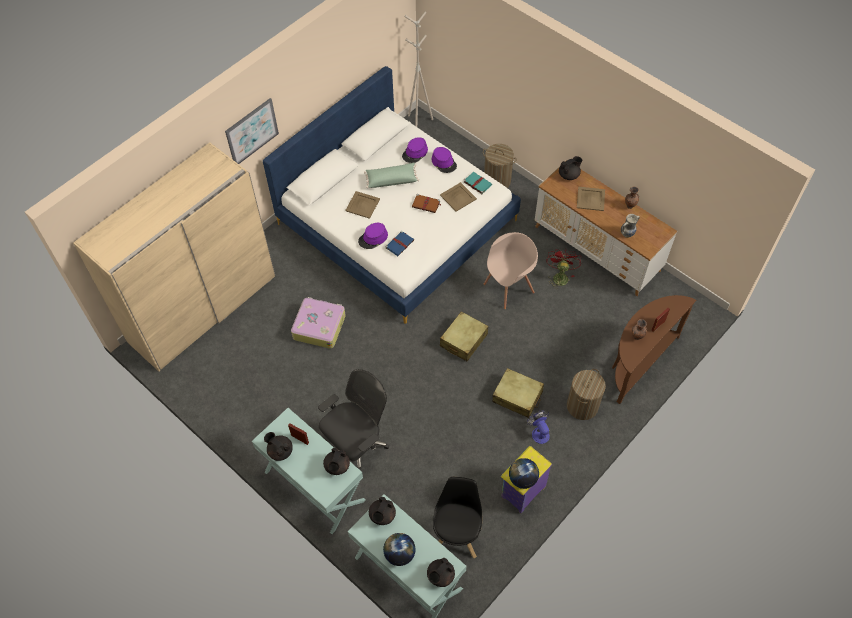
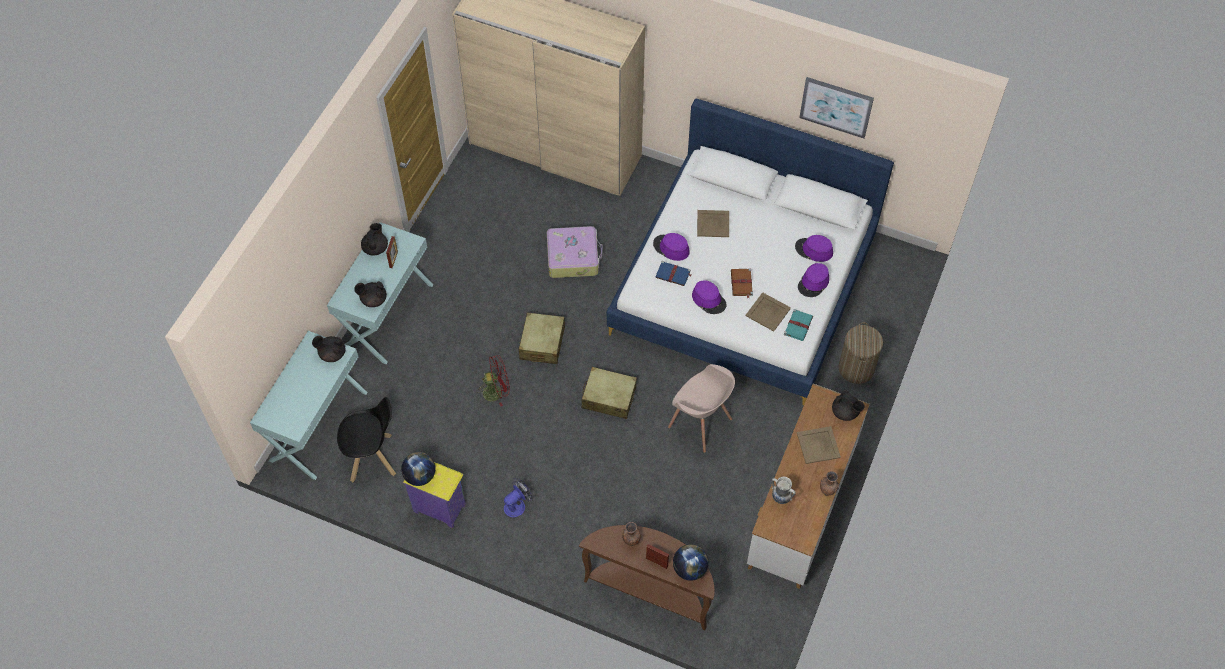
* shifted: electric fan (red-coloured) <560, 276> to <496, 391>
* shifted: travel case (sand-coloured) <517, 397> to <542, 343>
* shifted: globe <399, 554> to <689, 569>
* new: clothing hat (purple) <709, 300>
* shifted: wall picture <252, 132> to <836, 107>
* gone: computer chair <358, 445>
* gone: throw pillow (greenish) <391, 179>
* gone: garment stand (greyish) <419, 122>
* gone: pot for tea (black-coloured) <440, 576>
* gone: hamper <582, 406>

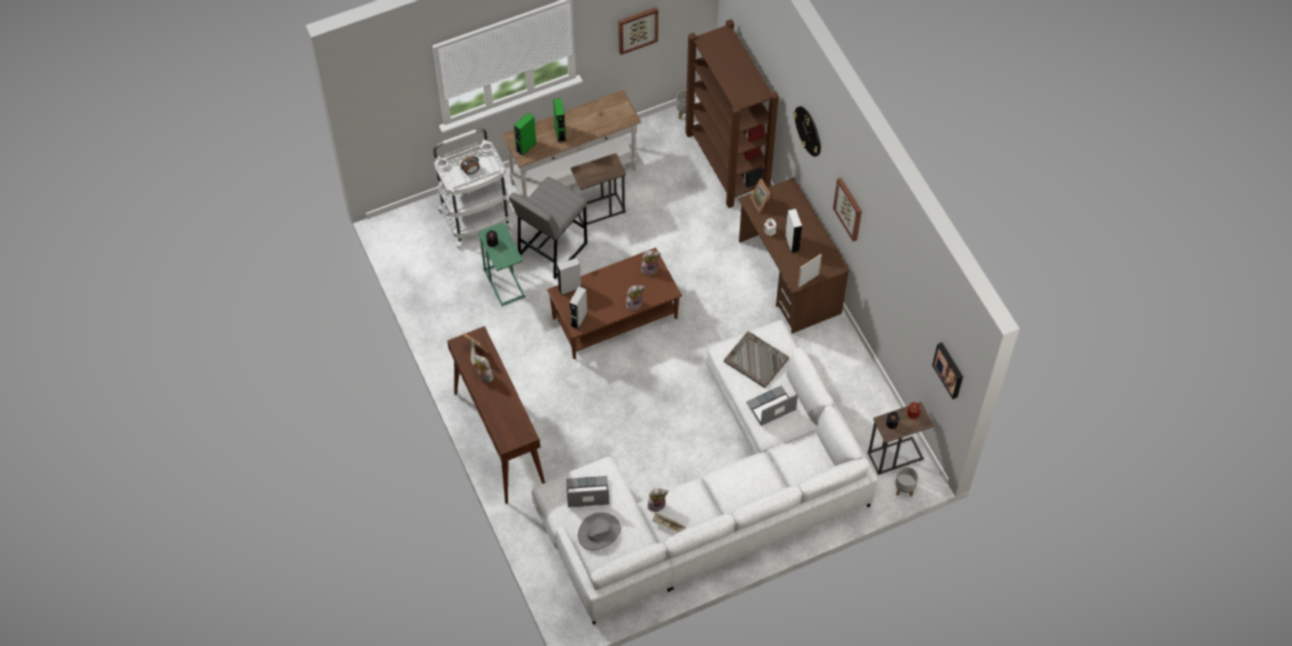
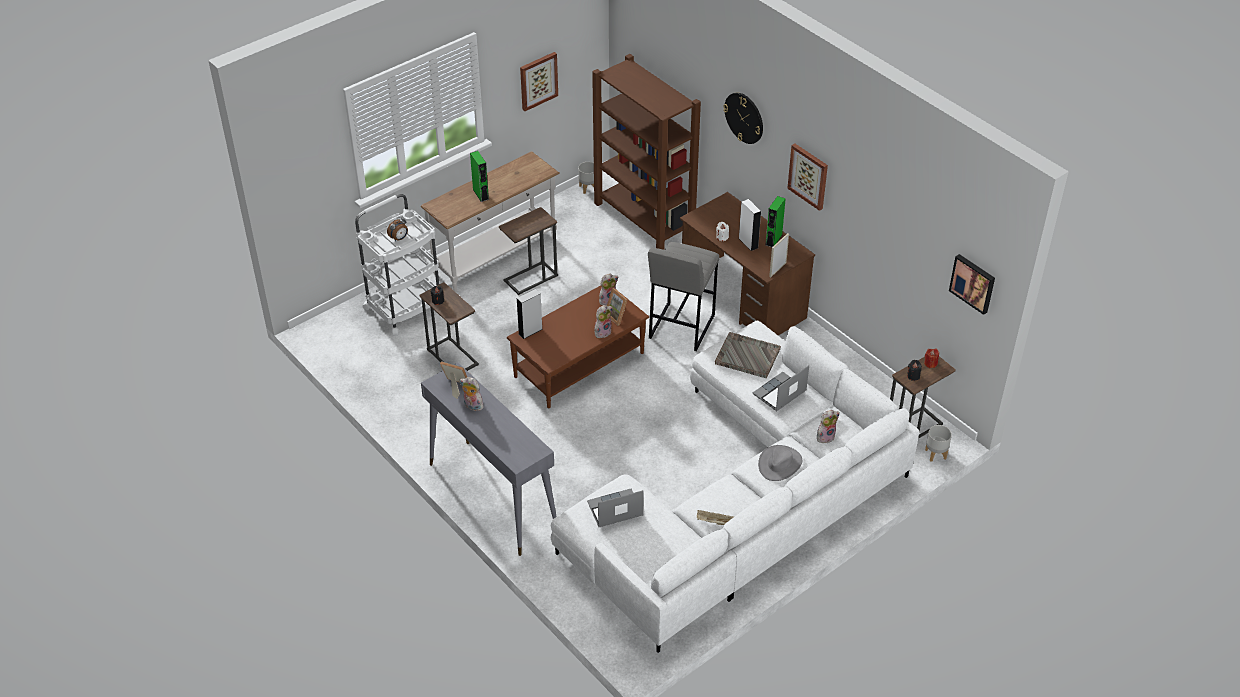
* repainted: accent table (greenish) <503, 283> to accent table (brown-coloured) <452, 357>
* repainted: console table (brown-coloured) <499, 439> to console table (greyish) <492, 496>
* shifted: photo frame <762, 202> to <618, 316>
* shifted: stool (greyish) <551, 250> to <681, 328>
* shifted: clothing hat (greyish) <599, 532> to <779, 463>
* shifted: loudspeaker (greenish) <526, 147> to <773, 240>
* shifted: plush toy <656, 504> to <825, 436>
* gone: loudspeaker (greyish) <579, 319>

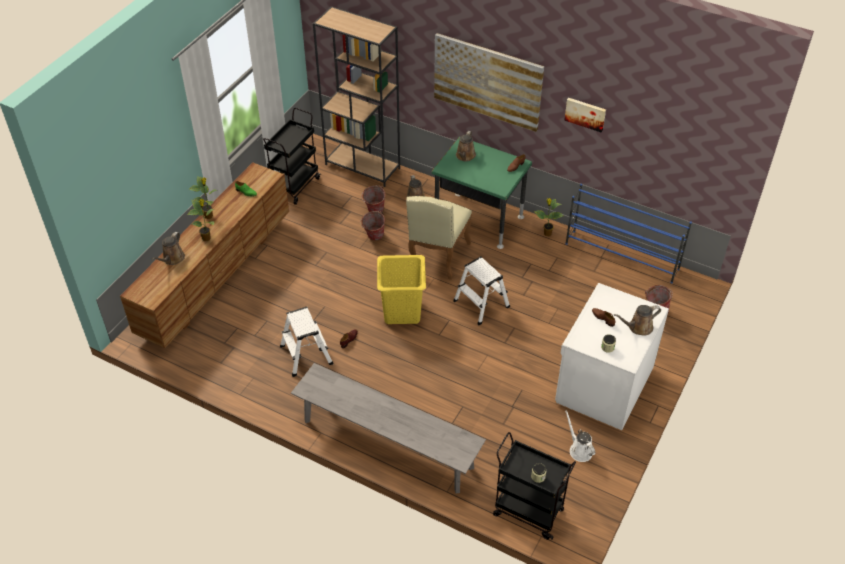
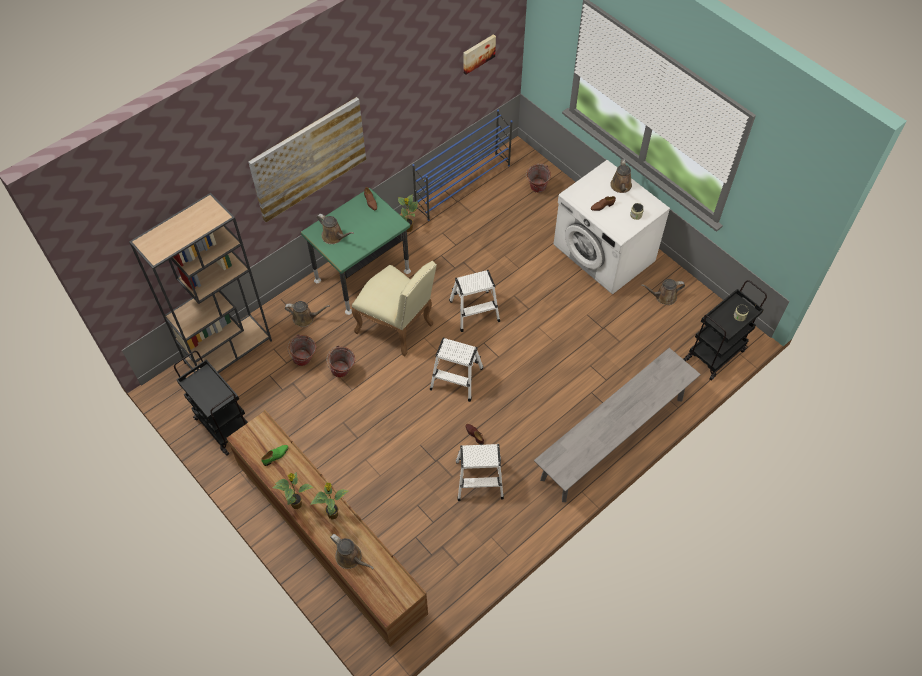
* swapped: hamper (yellowish) <402, 311> to step ladder (white) <457, 378>
* shifted: wall picture <585, 114> to <478, 53>
* repainted: sprinkling can (white) <579, 450> to sprinkling can (brown-coloured) <663, 297>

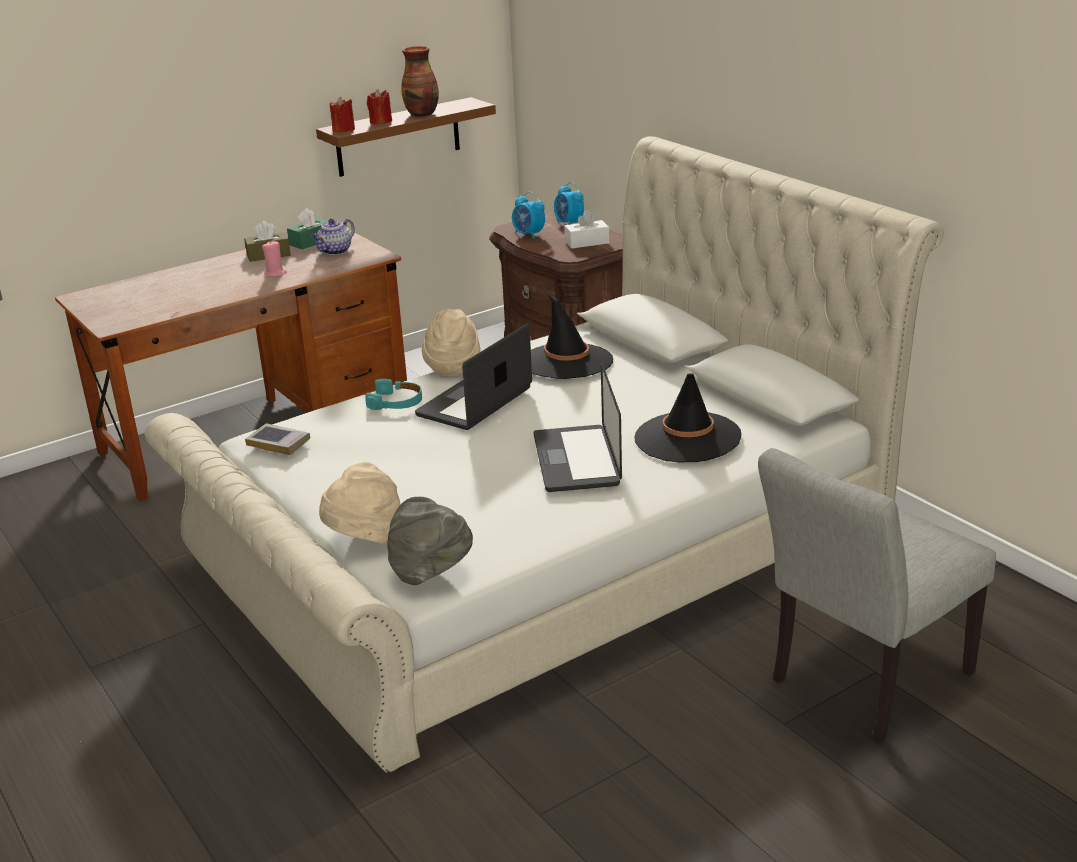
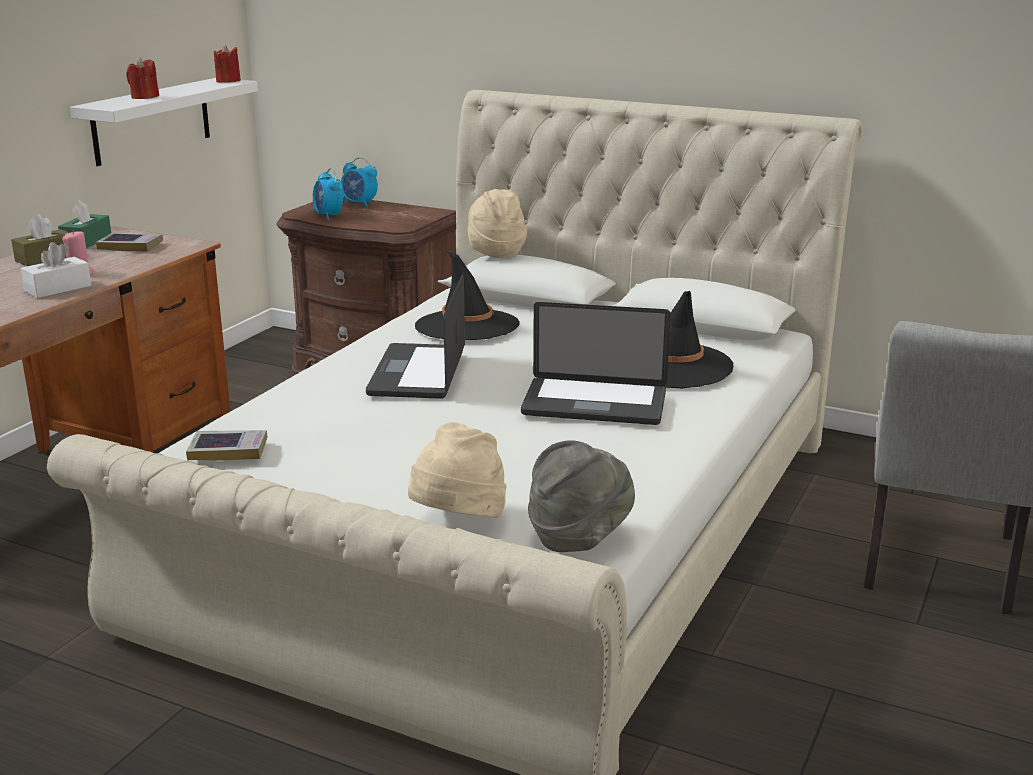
* shifted: box of tissues (white) <587, 242> to <58, 288>
* repainted: shelf (brown-coloured) <398, 137> to shelf (white) <151, 121>
* swapped: pot for tea <335, 251> to book <130, 246>
* shifted: wax candle (red-coloured) <343, 130> to <228, 81>
* rotated: alarm clock <529, 235> = <328, 216> 45 degrees clockwise
* shifted: clothing hat (sand-coloured) <453, 366> to <495, 252>
* rotated: portable computer <576, 460> = <594, 404> 45 degrees counterclockwise
* gone: headset (blue-green) <396, 402>
* gone: decorative vase <422, 114>

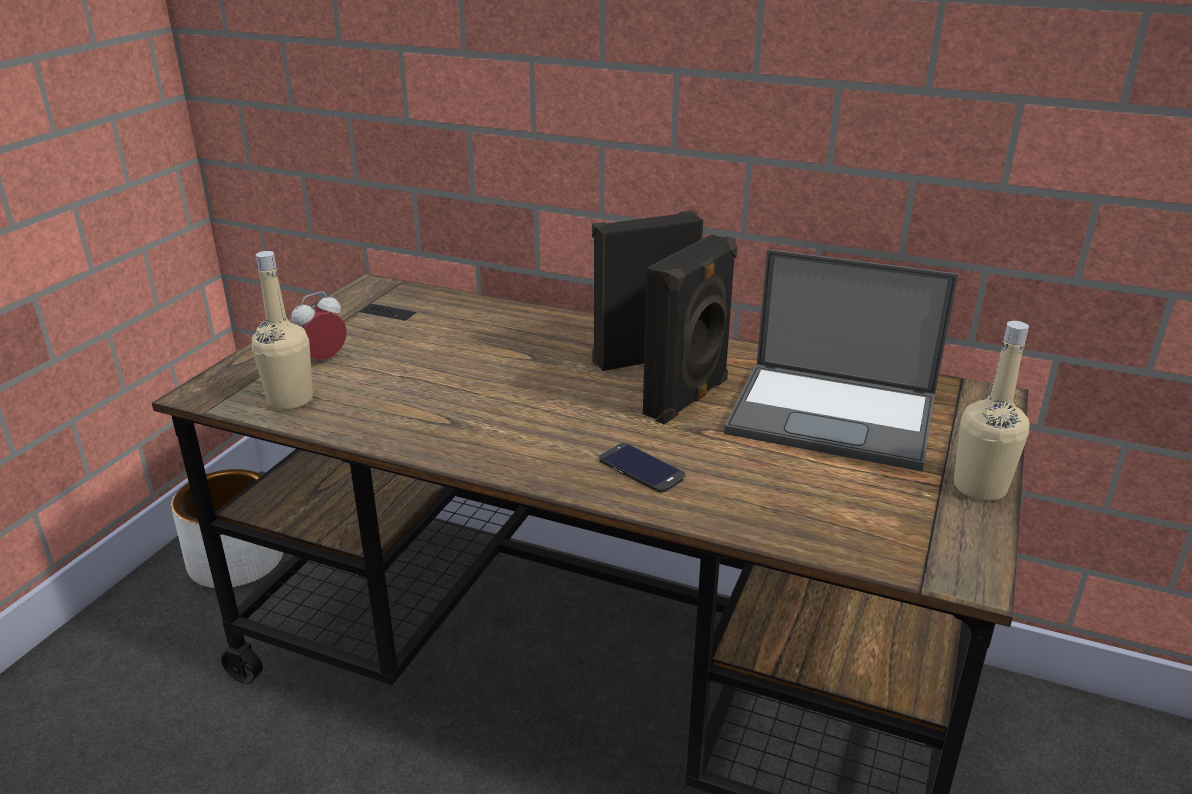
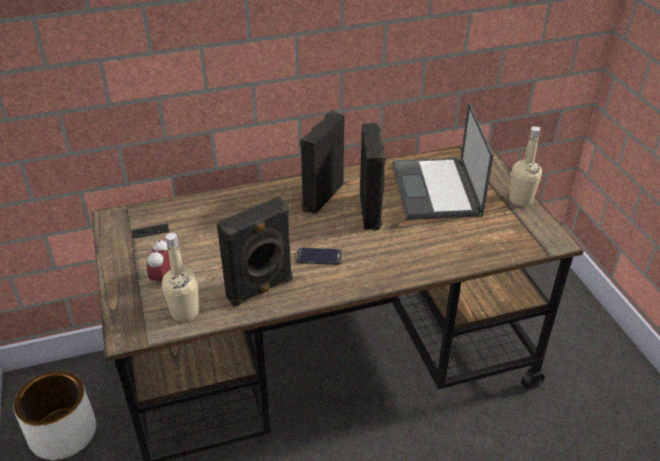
* new: loudspeaker (black-coloured) <261, 289>
* shifted: phone <641, 468> to <319, 256>
* rotated: portable computer <835, 415> = <436, 190> 105 degrees clockwise

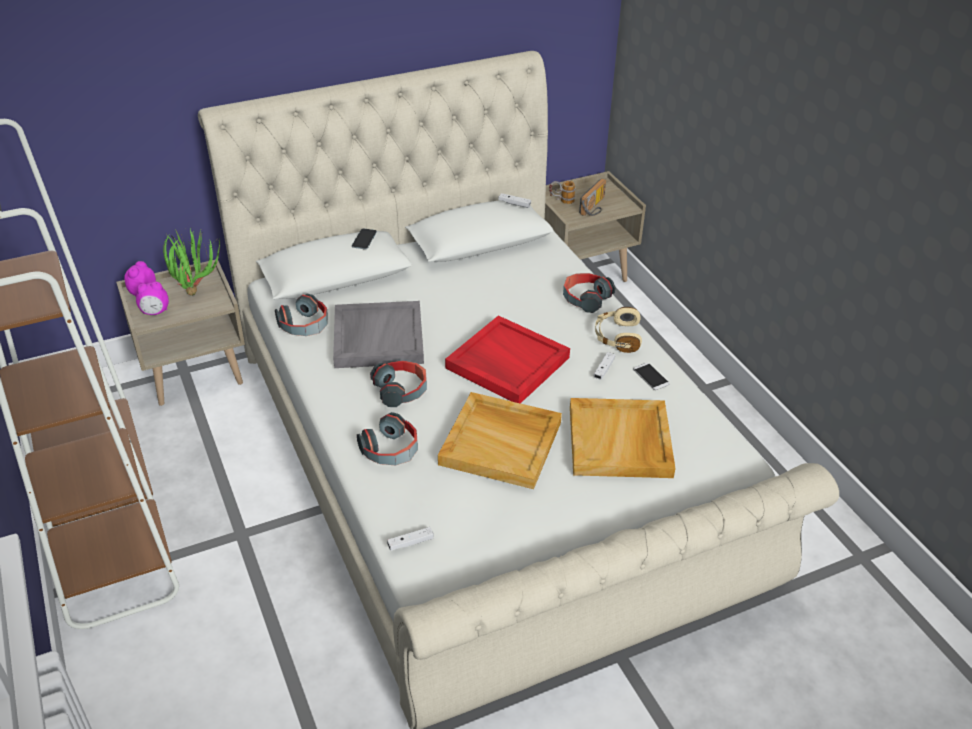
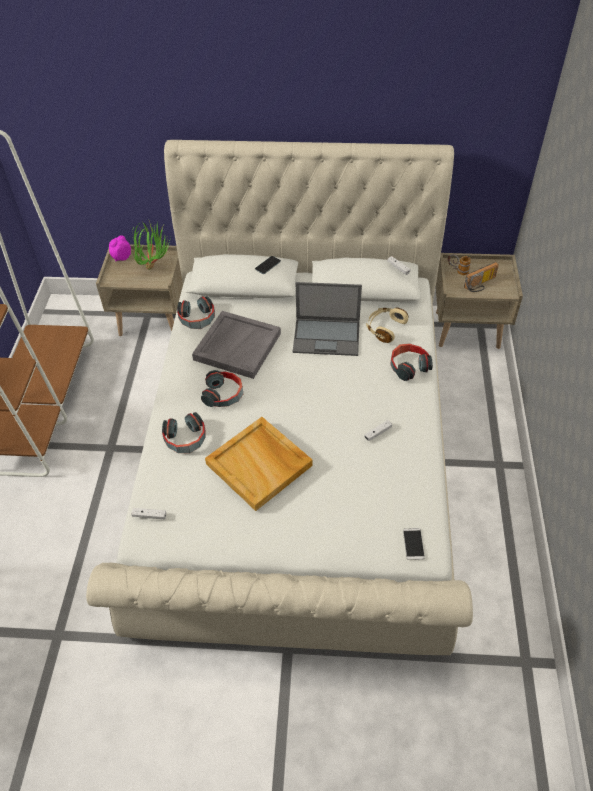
* new: portable computer <327, 336>
* shifted: headset (sand-coloured) <617, 337> to <385, 328>
* shifted: phone <651, 377> to <413, 544>
* gone: alarm clock <155, 312>
* gone: serving tray (red-coloured) <506, 363>
* gone: serving tray (sand-coloured) <620, 442>

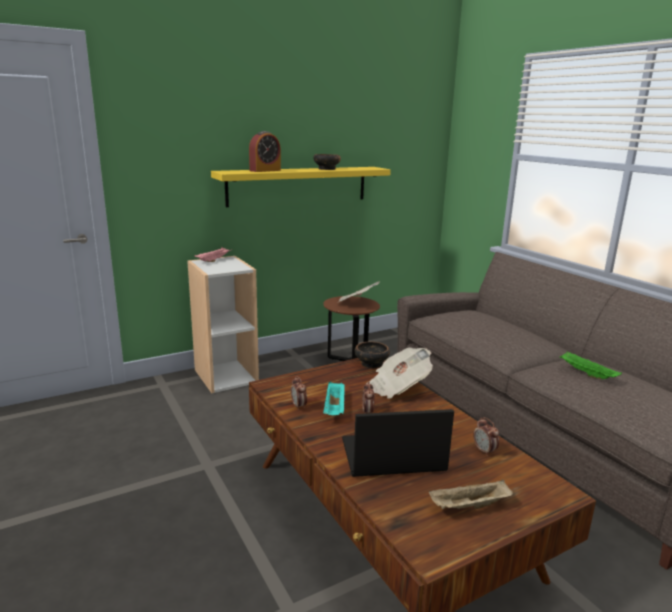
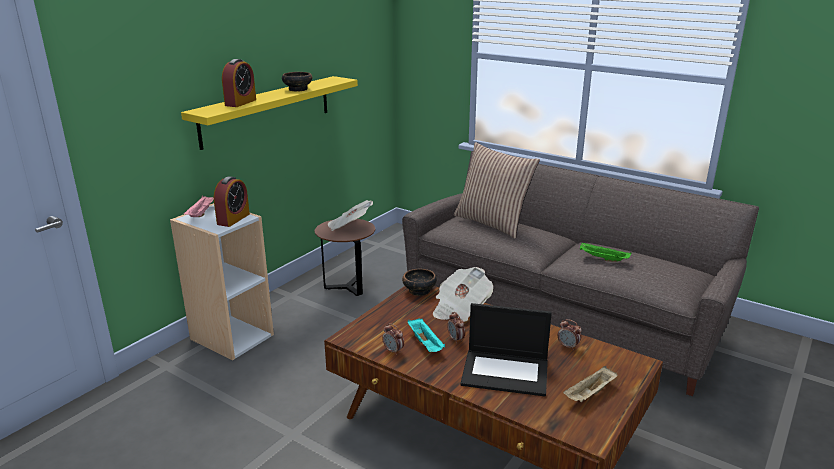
* new: alarm clock <233, 219>
* new: throw pillow <492, 223>
* rotated: portable computer <392, 456> = <506, 372> 135 degrees counterclockwise

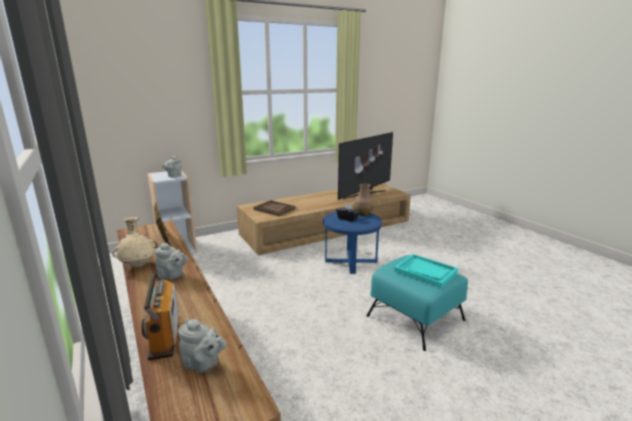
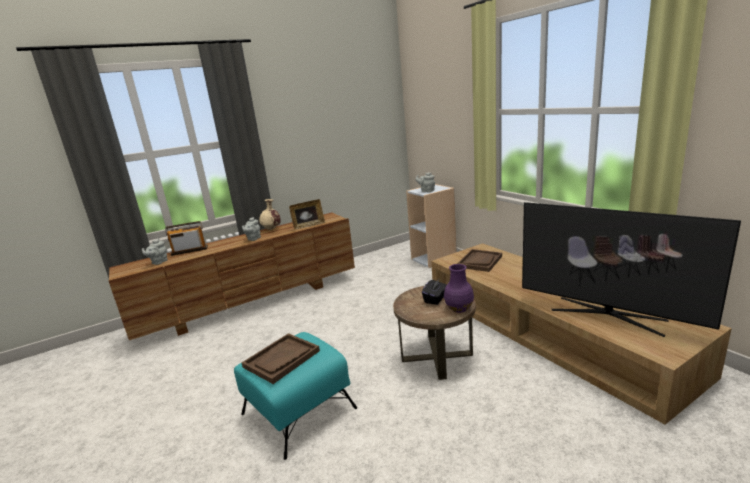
* repainted: serving tray (blue-green) <426, 271> to serving tray (brown-coloured) <281, 359>
* repainted: accent table (blue-coloured) <351, 261> to accent table (brown-coloured) <436, 356>
* repainted: decorative vase (brown-coloured) <363, 214> to decorative vase (purple) <459, 308>

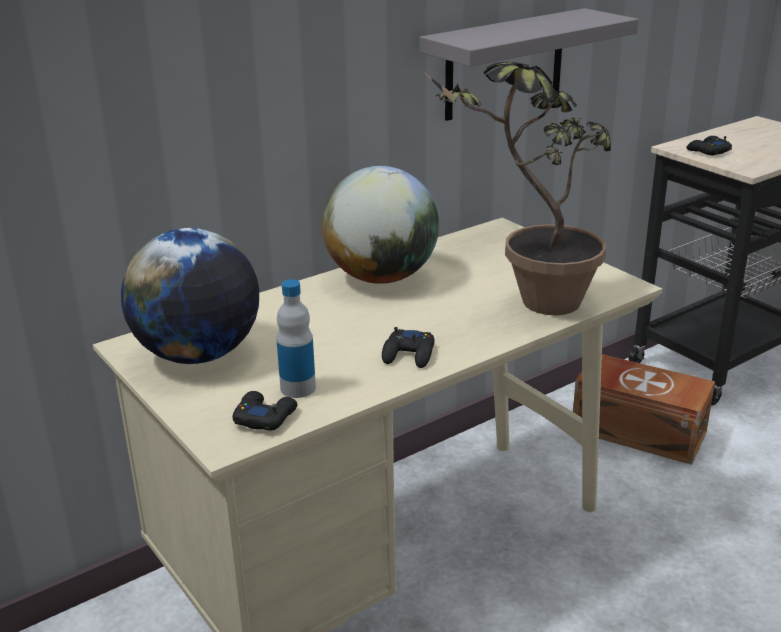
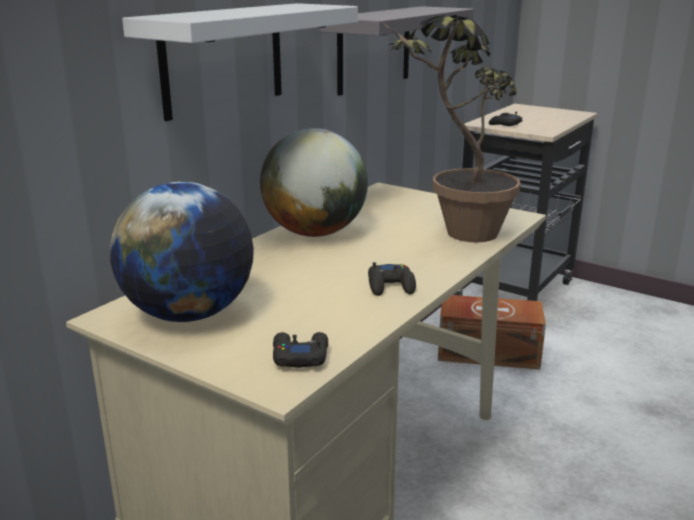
* new: shelf (white) <223, 59>
* gone: drink bottle <298, 388>

